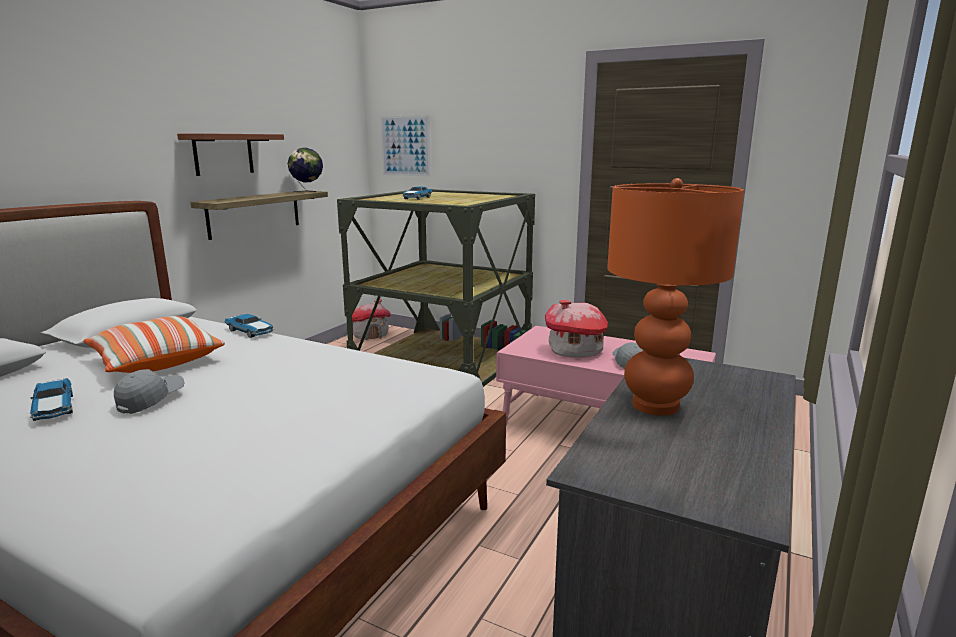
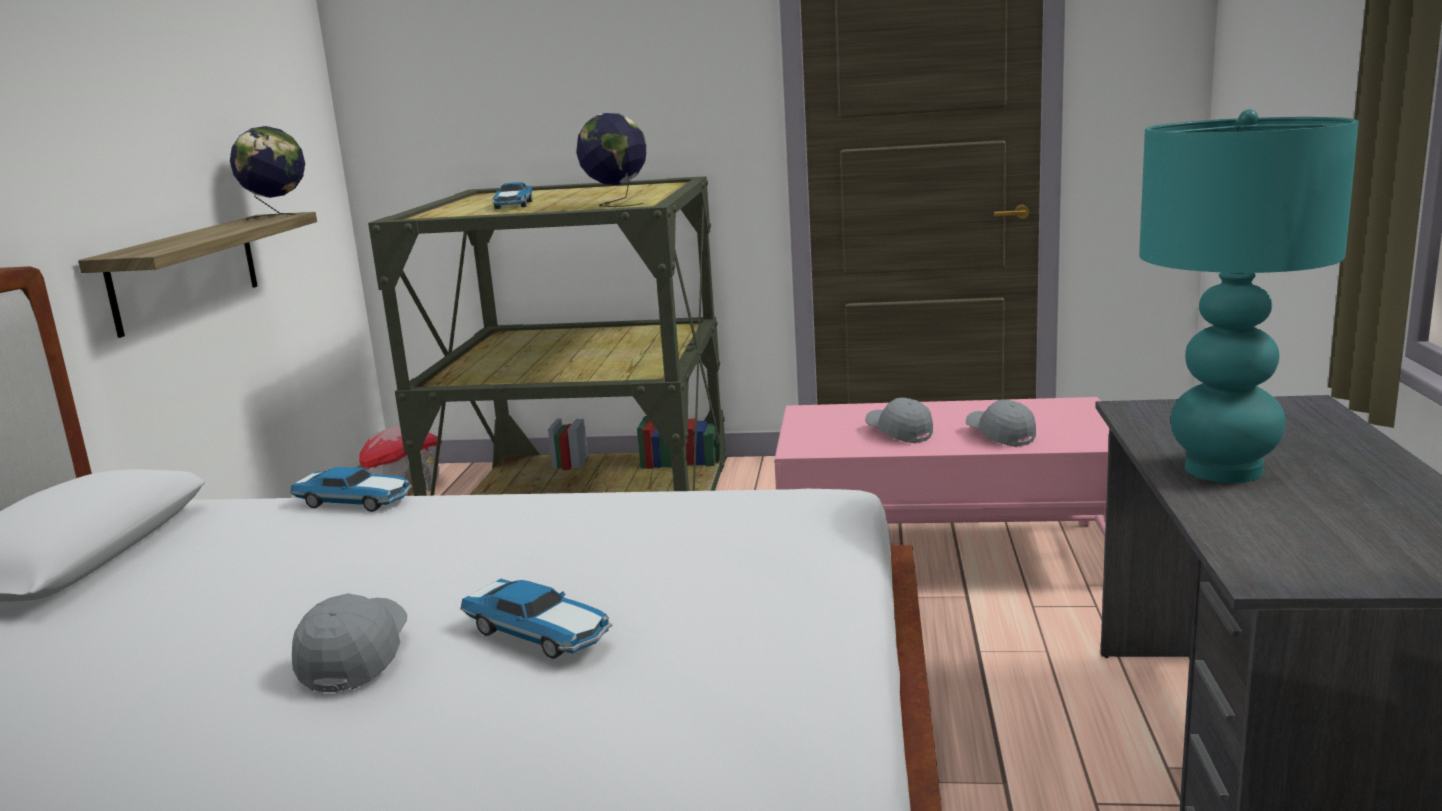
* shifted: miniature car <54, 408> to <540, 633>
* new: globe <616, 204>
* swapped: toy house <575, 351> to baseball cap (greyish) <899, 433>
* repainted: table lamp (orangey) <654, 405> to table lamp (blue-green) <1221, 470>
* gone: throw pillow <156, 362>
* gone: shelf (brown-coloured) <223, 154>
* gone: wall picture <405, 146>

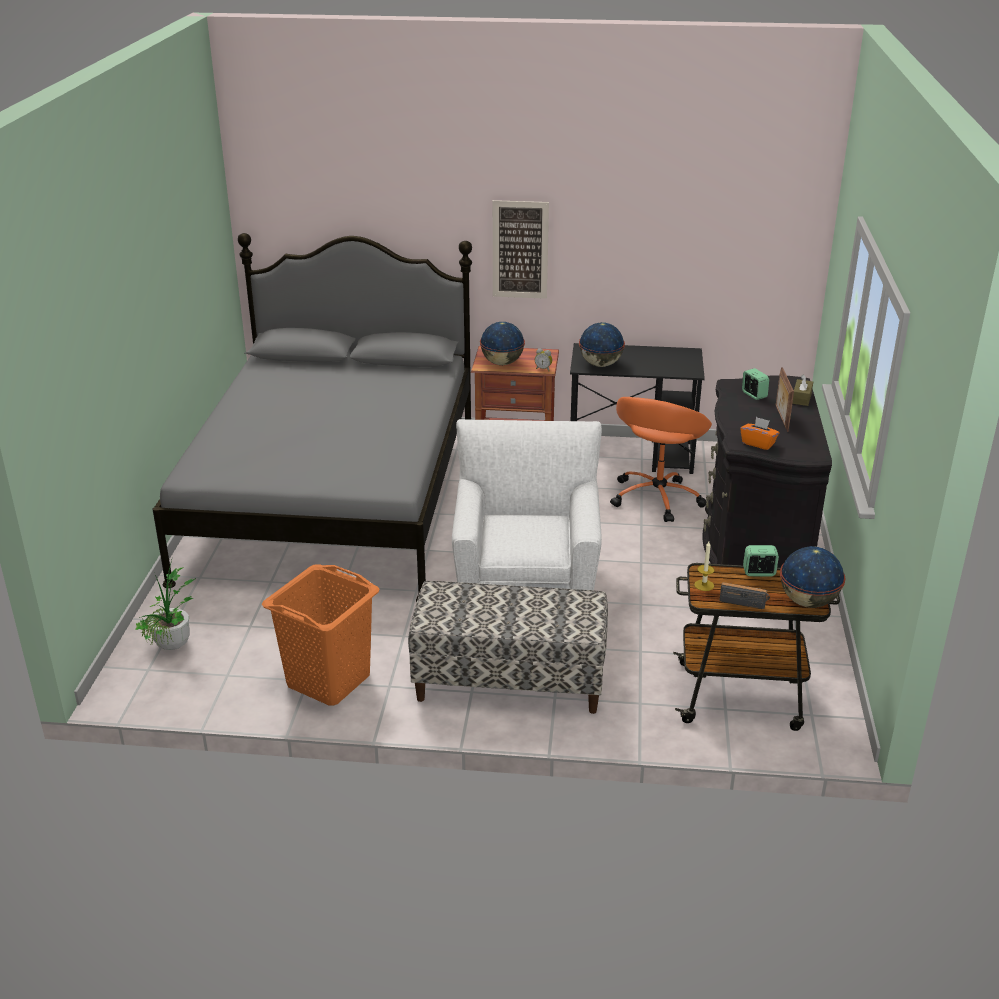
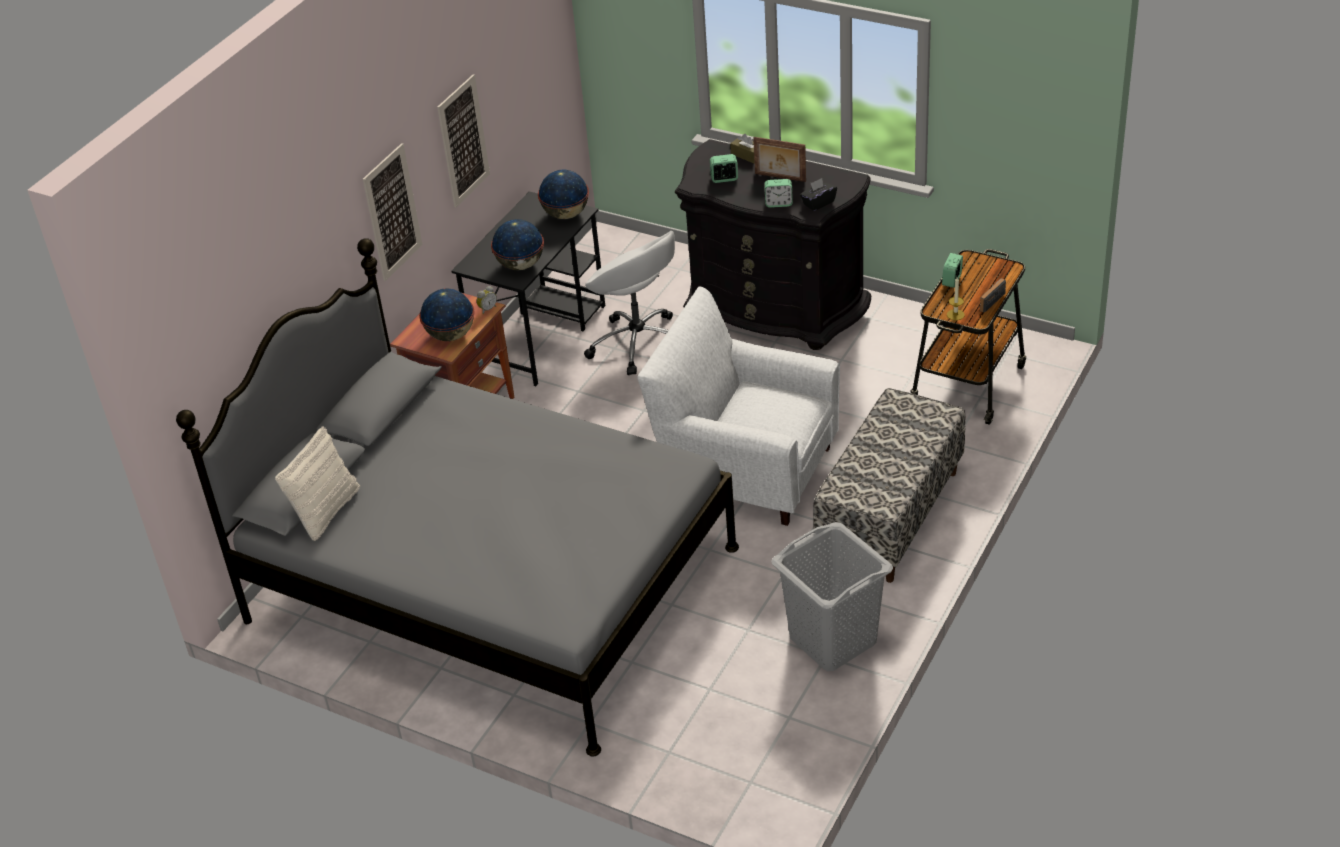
* new: throw pillow (sand-coloured) <326, 512>
* new: wall picture <463, 141>
* shifted: globe <808, 602> to <566, 214>
* repainted: computer chair (orangey) <656, 500> to computer chair (white) <639, 344>
* new: alarm clock <778, 203>
* repainted: hamper (orangey) <328, 680> to hamper (greyish) <832, 641>
* repainted: box of tissues (orangey) <758, 443> to box of tissues (black-coloured) <818, 203>
* gone: plant in a pot <172, 649>

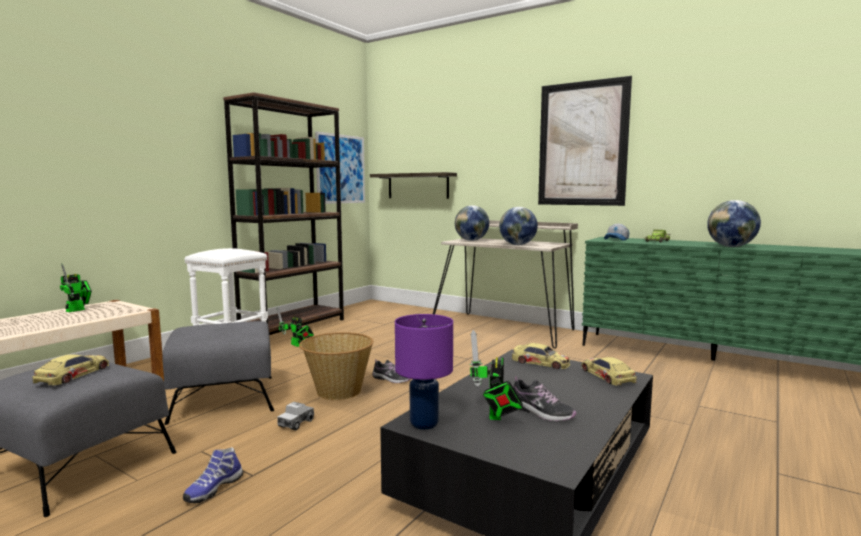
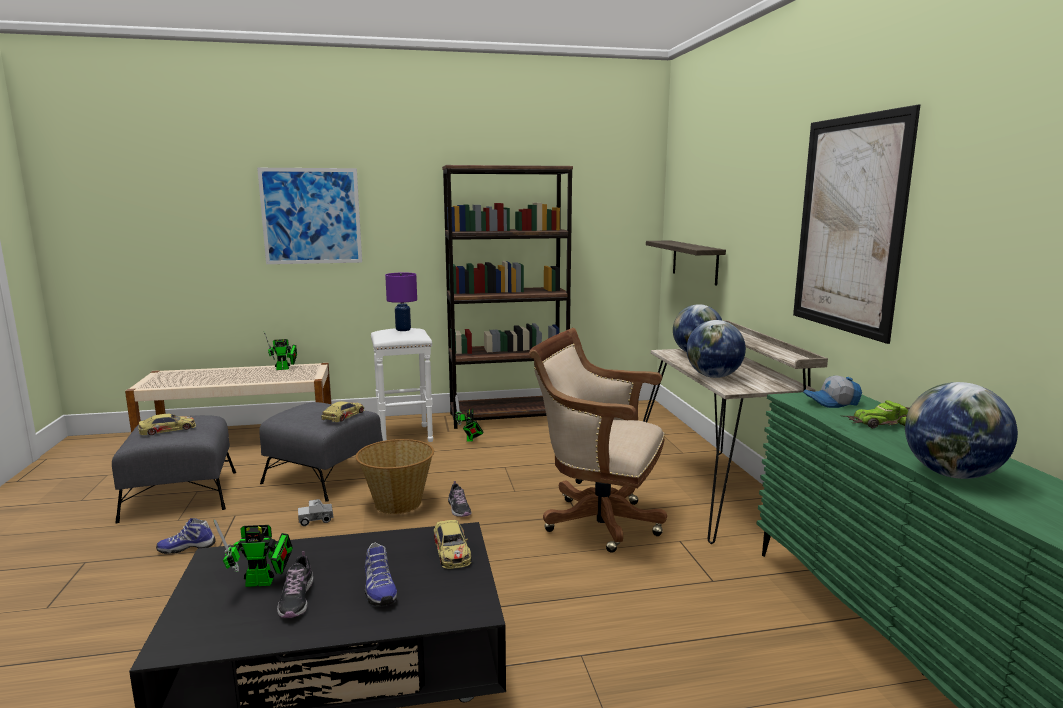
* rotated: model robot <495, 416> = <264, 582> 150 degrees counterclockwise
* shifted: wall picture <341, 169> to <311, 216>
* shifted: miniature car <607, 376> to <343, 416>
* new: shoe <378, 590>
* shifted: table lamp (purple) <422, 424> to <402, 330>
* new: computer chair <596, 522>

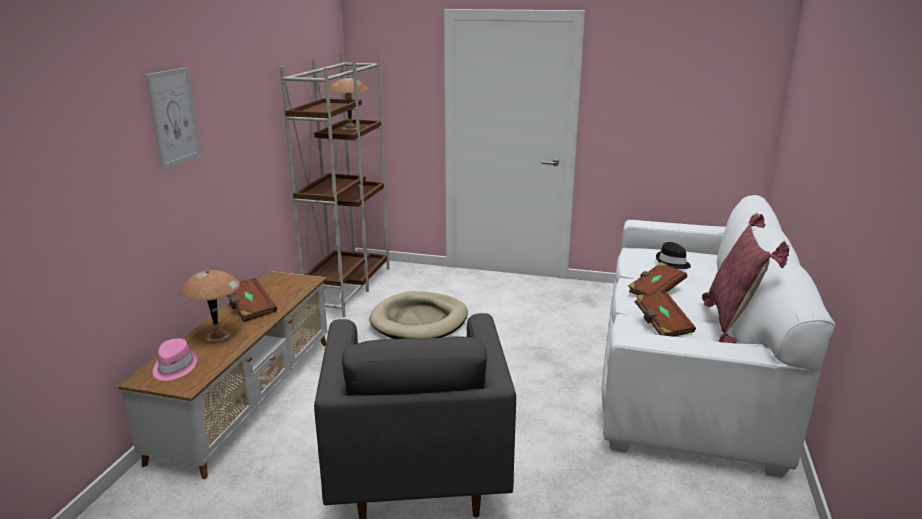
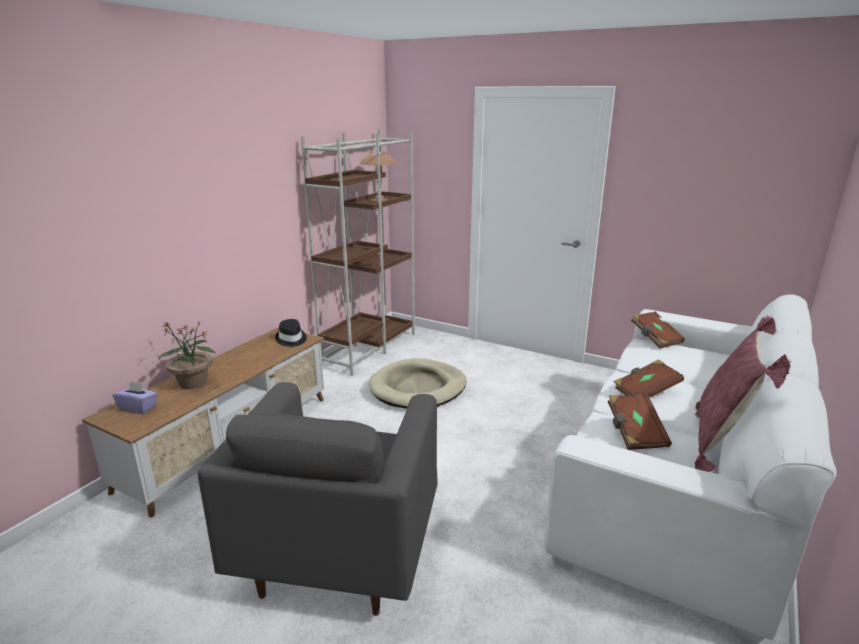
* swapped: clothing hat (pink) <174, 367> to box of tissues (purple) <138, 408>
* swapped: table lamp (brown-coloured) <217, 337> to plant in a pot <193, 383>
* shifted: clothing hat (black-coloured) <672, 262> to <291, 339>
* shifted: book (brown-coloured) <250, 309> to <655, 338>
* gone: wall picture <174, 117>

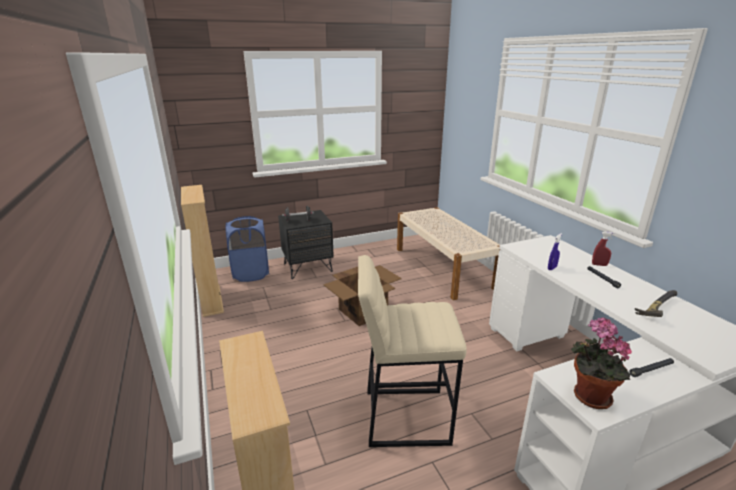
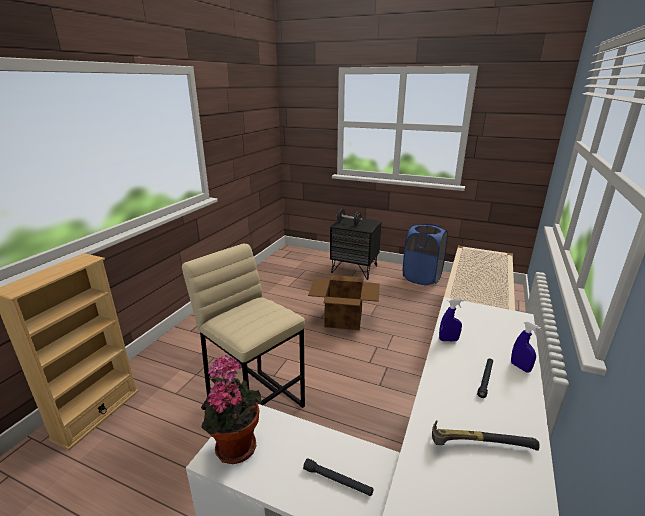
* shifted: hamper (blue-coloured) <251, 273> to <422, 277>
* repainted: spray bottle (red-coloured) <599, 265> to spray bottle (blue-coloured) <520, 367>
* gone: bookshelf (sand-coloured) <211, 300>

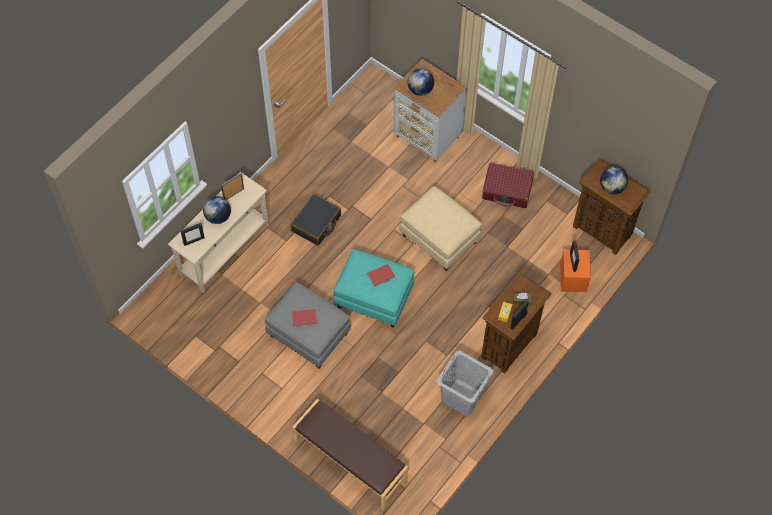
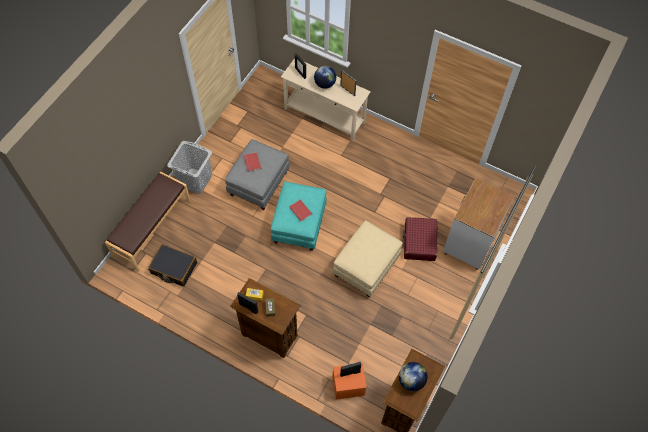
* shifted: travel case (black-coloured) <316, 224> to <173, 268>
* shifted: hamper (greyish) <462, 397> to <195, 181>
* shifted: travel case (red-coloured) <507, 190> to <419, 242>
* gone: globe <420, 90>

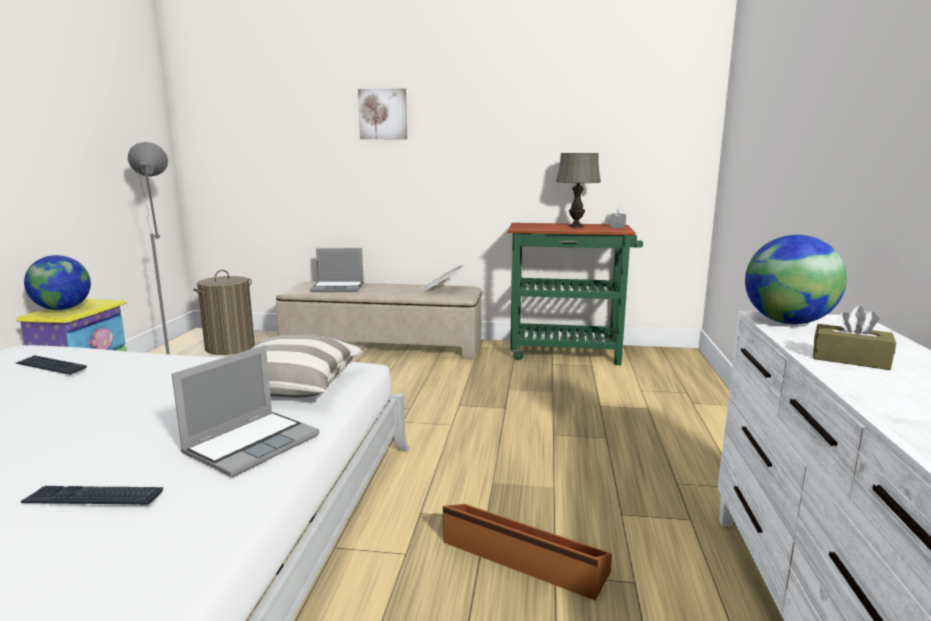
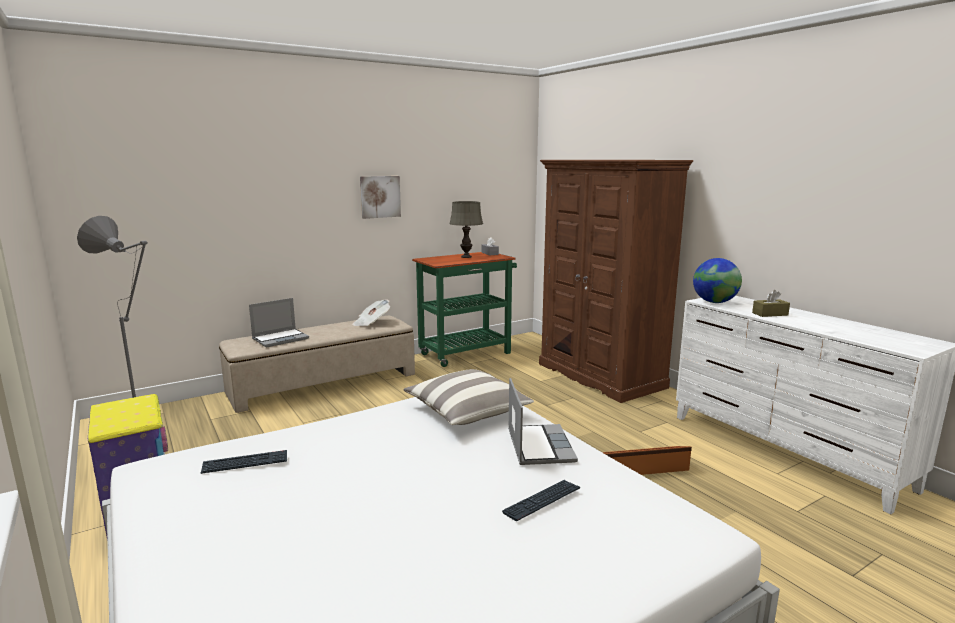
* shifted: wall picture <383, 114> to <380, 196>
* new: wardrobe (brown-coloured) <600, 375>
* gone: globe <63, 309>
* gone: hamper <230, 347>

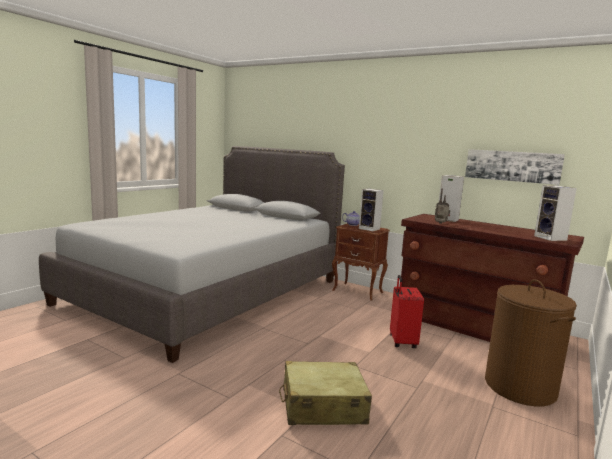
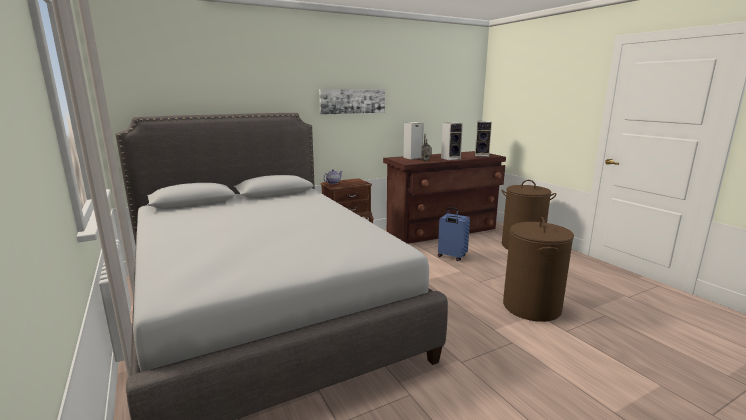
* shifted: wall picture <512, 166> to <352, 101>
* repainted: travel case (red-coloured) <401, 342> to travel case (blue-coloured) <451, 256>
* shifted: loudspeaker <370, 229> to <451, 158>
* swapped: travel case (sand-coloured) <323, 406> to hamper (brown-coloured) <532, 307>

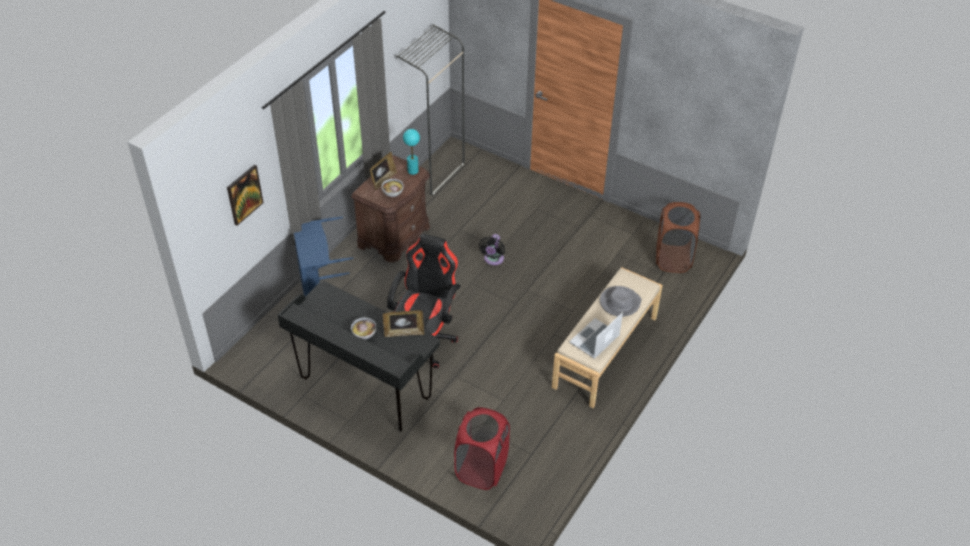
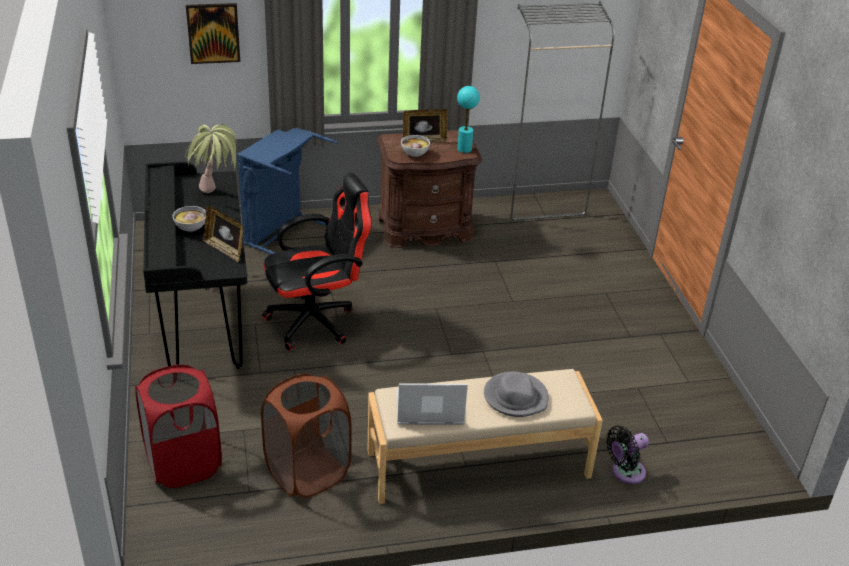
* new: plant in a pot <217, 199>
* shifted: hamper (brown-coloured) <673, 259> to <307, 473>
* shifted: electric fan (black-coloured) <493, 260> to <625, 472>

